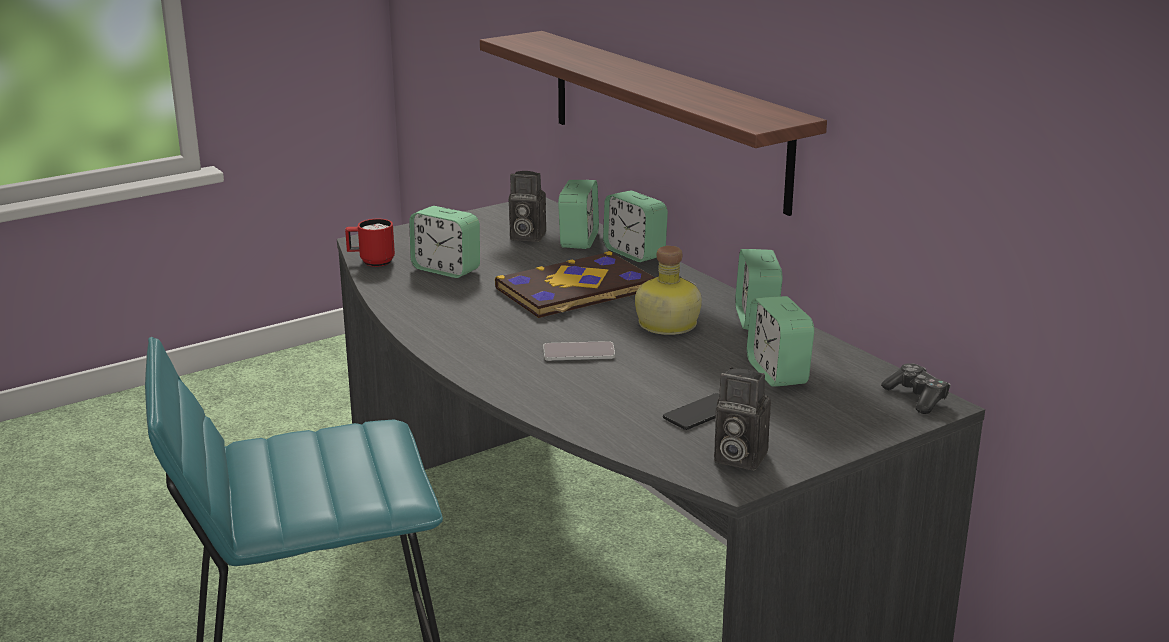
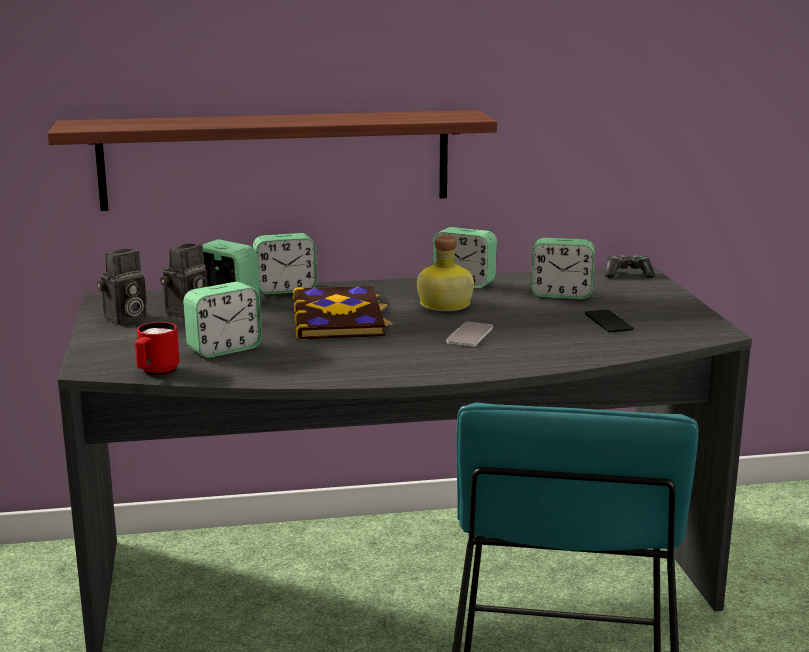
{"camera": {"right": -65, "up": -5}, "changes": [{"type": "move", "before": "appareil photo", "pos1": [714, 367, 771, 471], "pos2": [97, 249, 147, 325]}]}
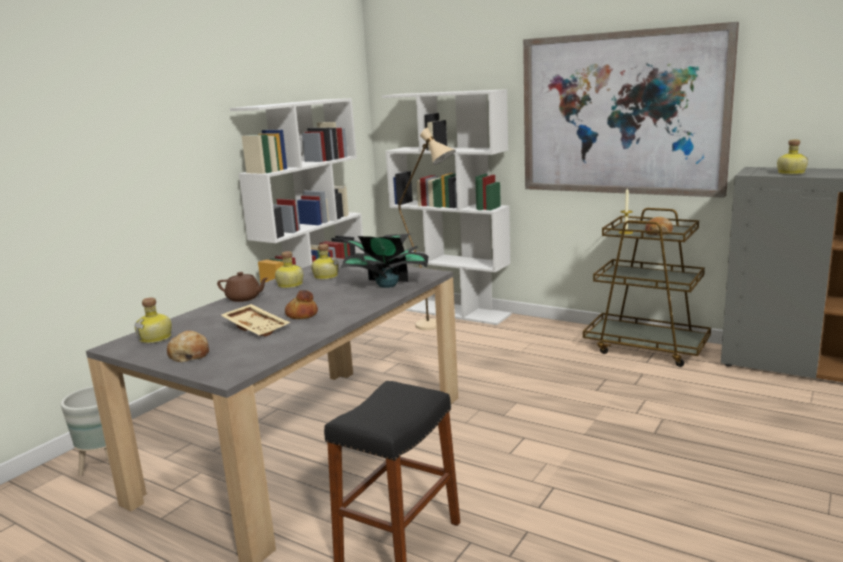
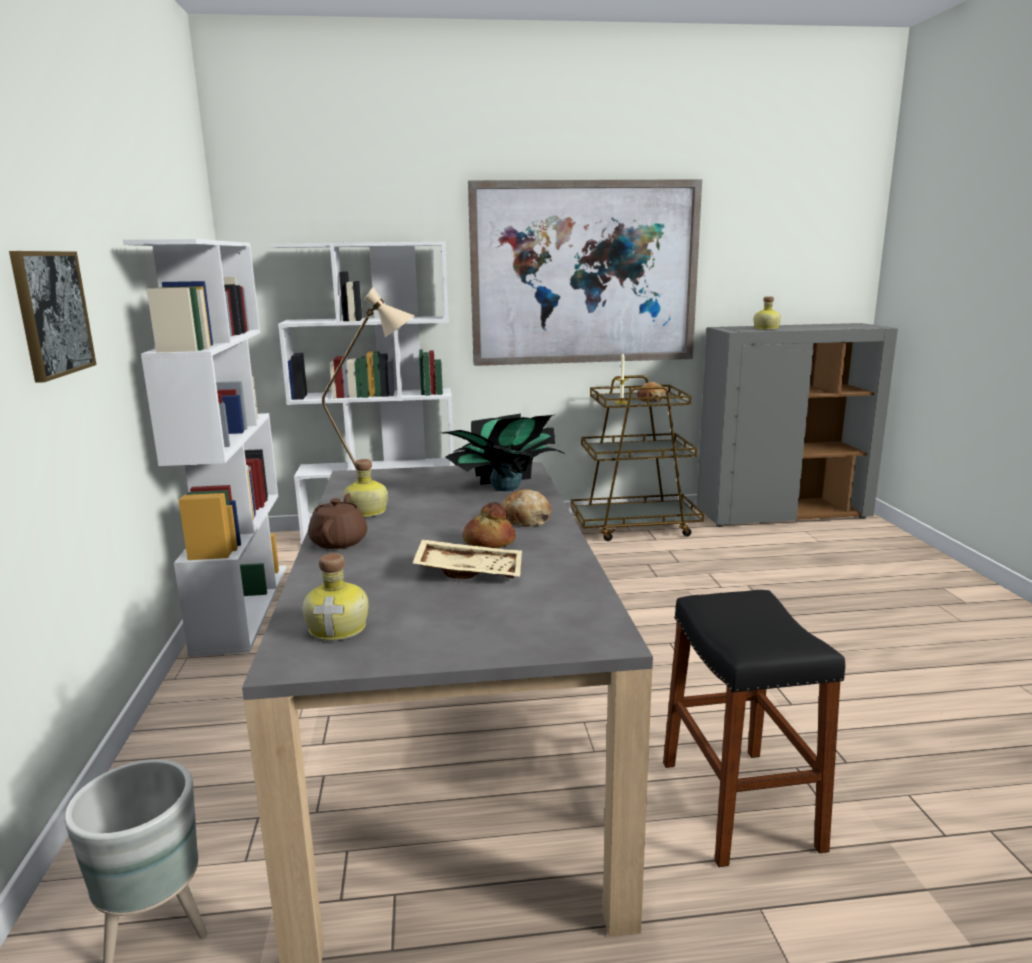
{"camera": {"right": -40, "up": 0}, "changes": [{"type": "insert", "after": "tableau", "pos2": [9, 251, 96, 383]}, {"type": "rotate", "before": "théière [marron]", "pos1": [217, 272, 268, 302], "pos2": [308, 493, 368, 549], "turn": -60}, {"type": "move", "before": "pain", "pos1": [167, 331, 209, 362], "pos2": [502, 489, 552, 527]}, {"type": "delete", "before": "bouteille", "pos1": [311, 244, 339, 280]}]}
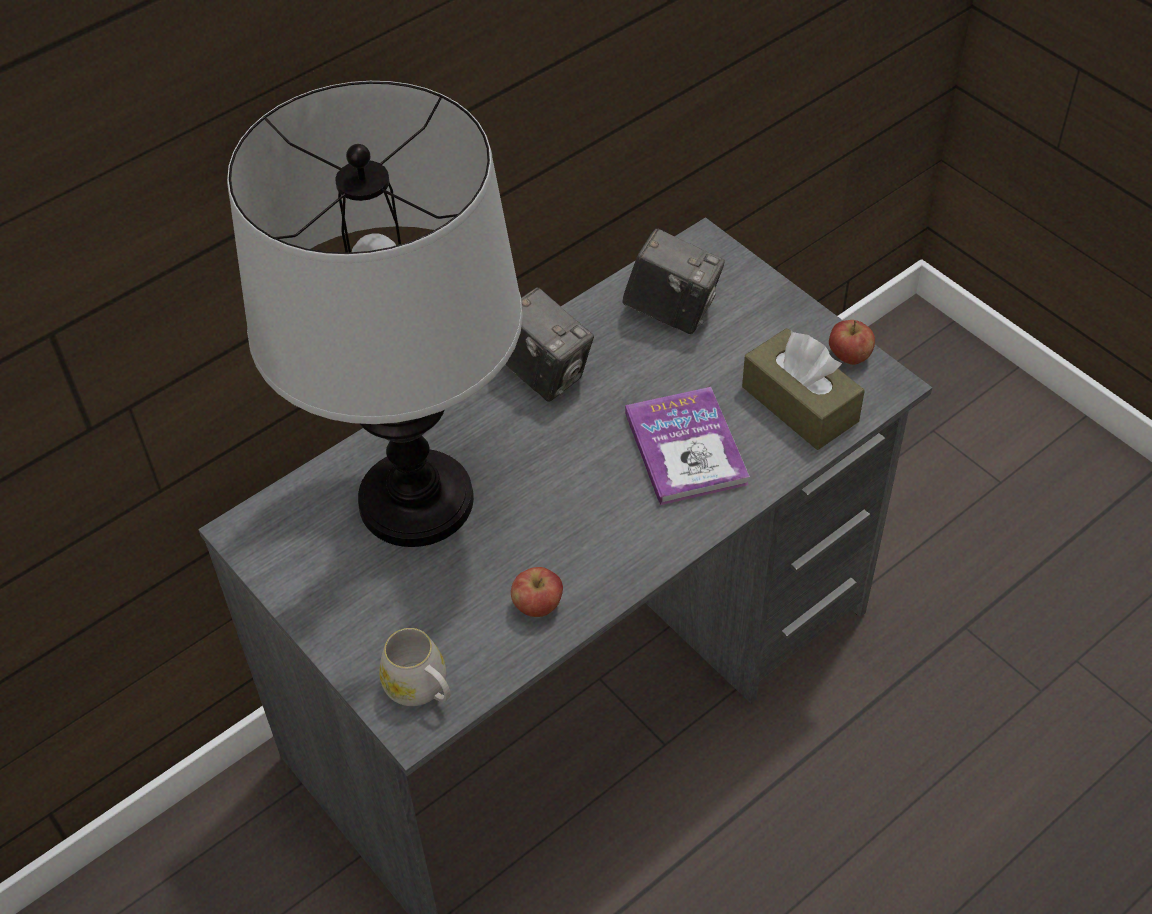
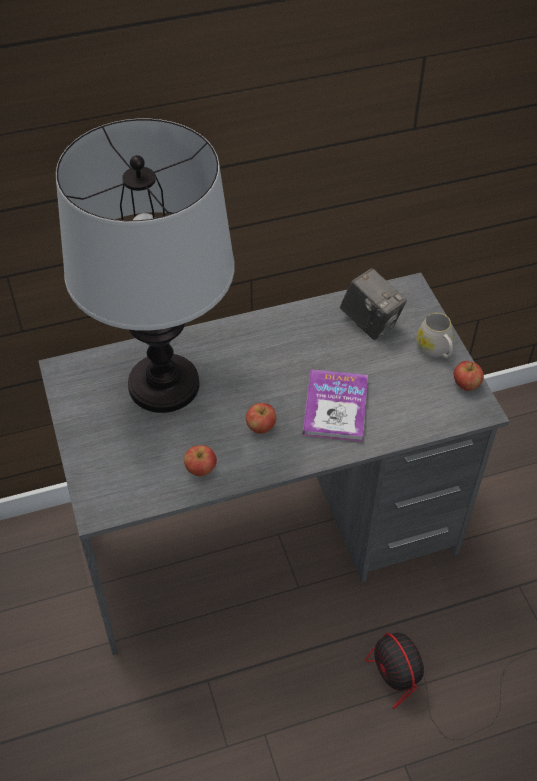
{"camera": {"right": 20, "up": 0}, "changes": [{"type": "insert", "after": "pomme", "pos2": [246, 403, 276, 434]}, {"type": "insert", "after": "ventilateur", "pos2": [366, 633, 526, 740]}, {"type": "move", "before": "mug [blanc]", "pos1": [379, 628, 450, 706], "pos2": [416, 313, 453, 358]}, {"type": "delete", "before": "appareil photo", "pos1": [505, 287, 594, 402]}, {"type": "delete", "before": "boîte à mouchoirs [marron]", "pos1": [742, 328, 865, 450]}]}
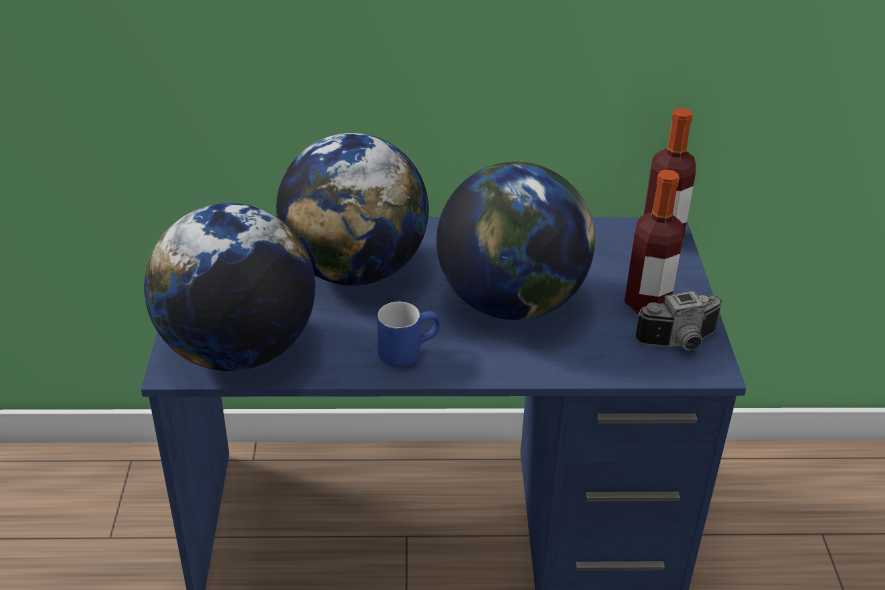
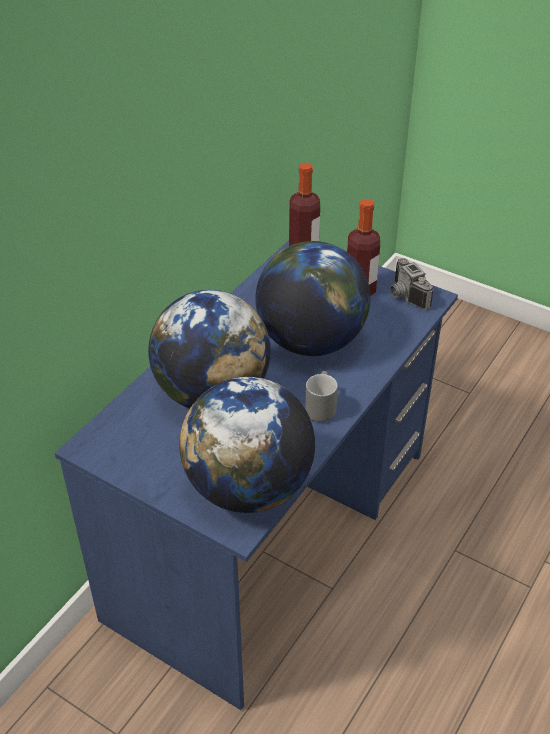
{"camera": {"right": -55, "up": 5}, "changes": [{"type": "recolor", "before": "mug [bleu]", "after": "mug [gris]", "pos1": [377, 302, 440, 367], "pos2": [305, 371, 338, 422]}, {"type": "rotate", "before": "appareil photo", "pos1": [635, 291, 723, 350], "pos2": [391, 258, 434, 310], "turn": 135}]}
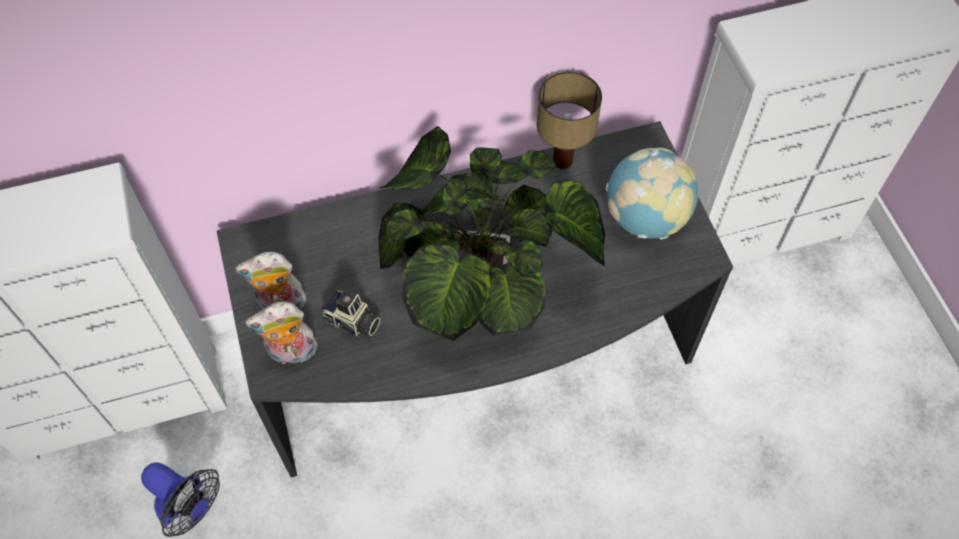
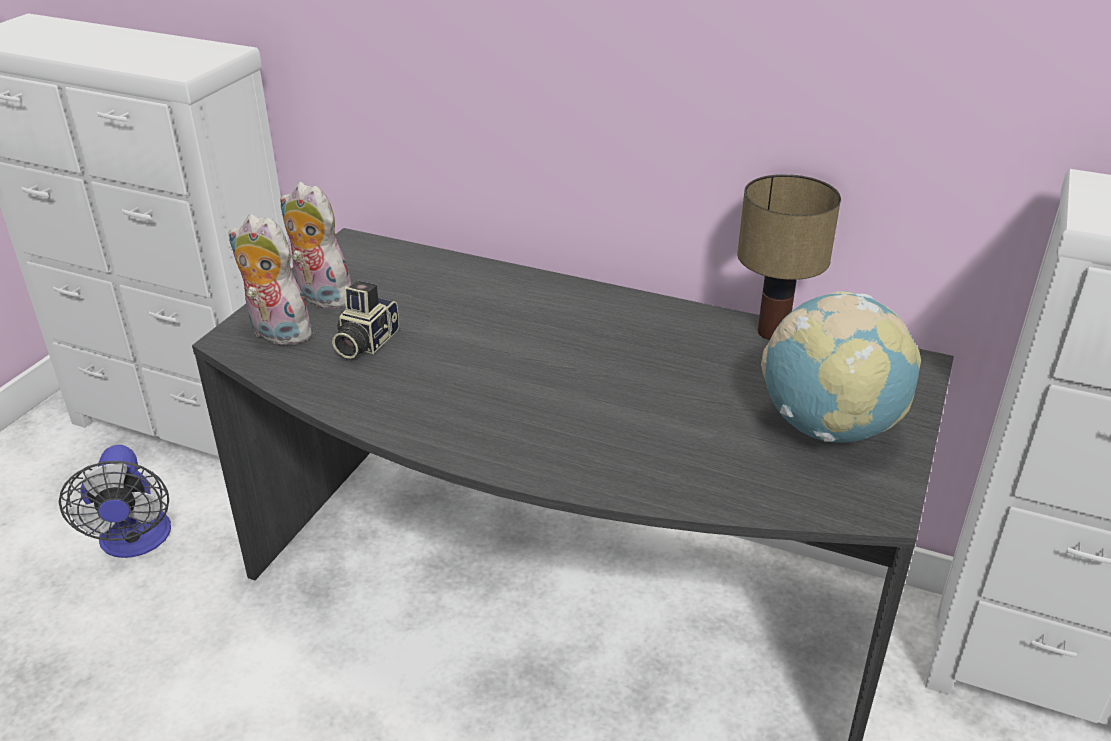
{"camera": {"right": 40, "up": -25}, "changes": [{"type": "rotate", "before": "appareil photo", "pos1": [322, 290, 380, 336], "pos2": [332, 281, 399, 359], "turn": 45}, {"type": "delete", "before": "plante en pot", "pos1": [379, 126, 605, 341]}]}
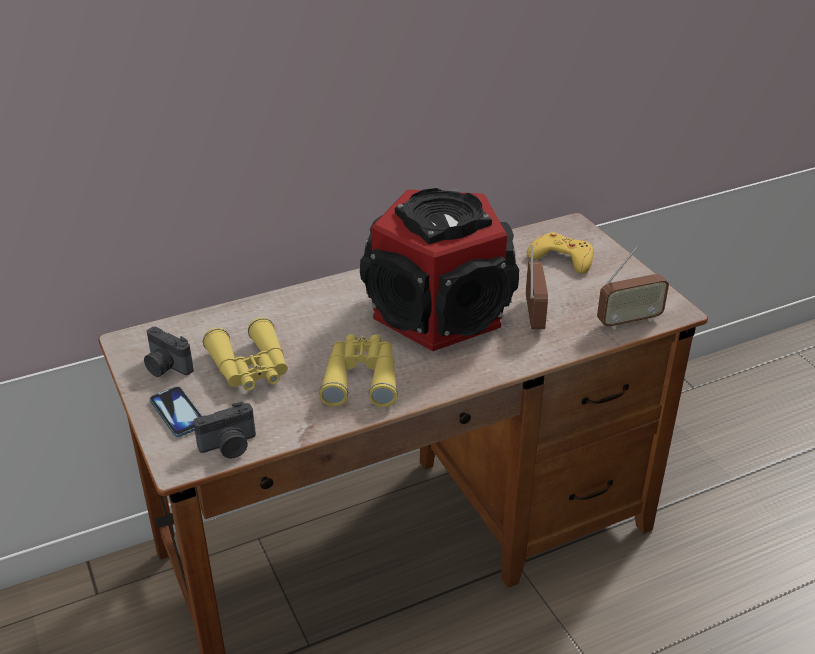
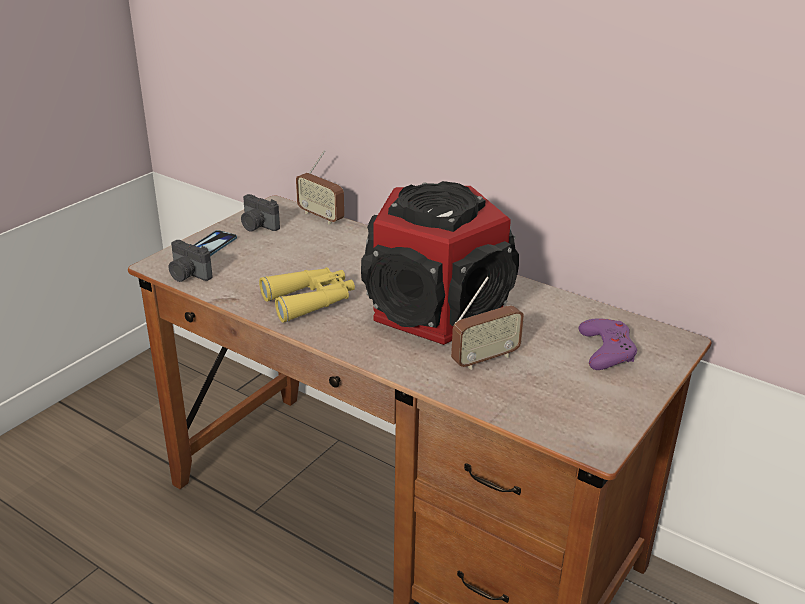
{"camera": {"right": 60, "up": -5}, "changes": [{"type": "rotate", "before": "appareil photo", "pos1": [144, 327, 194, 377], "pos2": [241, 194, 280, 232], "turn": -60}, {"type": "move", "before": "radio", "pos1": [597, 246, 669, 330], "pos2": [296, 150, 344, 225]}, {"type": "recolor", "before": "manette [jaune]", "after": "manette [violet]", "pos1": [527, 232, 593, 274], "pos2": [579, 318, 637, 370]}, {"type": "delete", "before": "jumelles [jaune]", "pos1": [203, 317, 288, 391]}]}
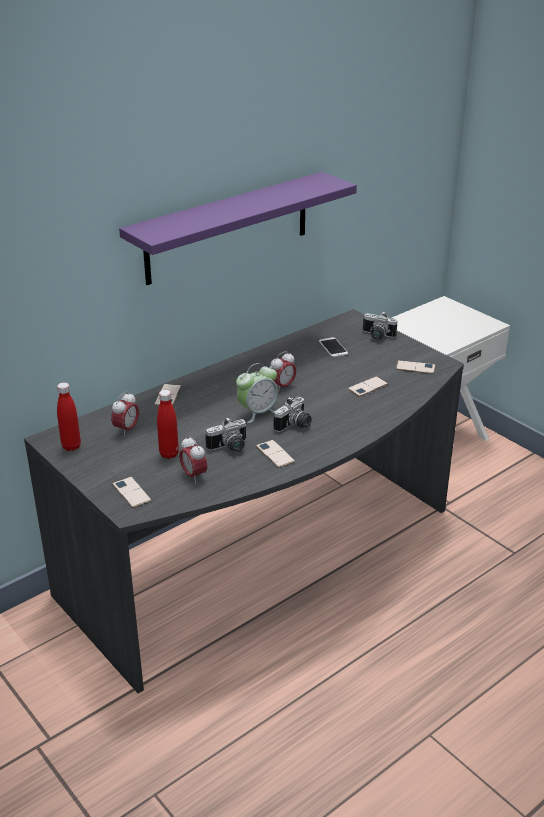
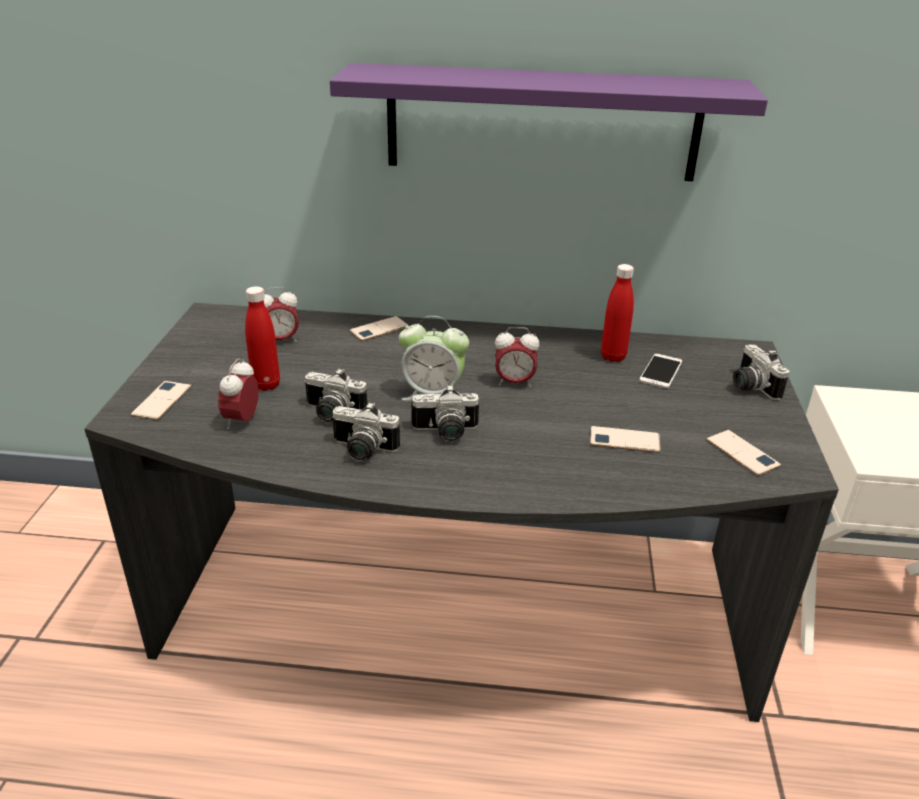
{"camera": {"right": 45, "up": 0}, "changes": [{"type": "replace", "before": "téléphone", "after": "appareil photo", "pos1": [256, 440, 295, 468], "pos2": [332, 402, 400, 461]}, {"type": "move", "before": "bouteille [rouge]", "pos1": [57, 382, 81, 451], "pos2": [601, 264, 634, 362]}]}
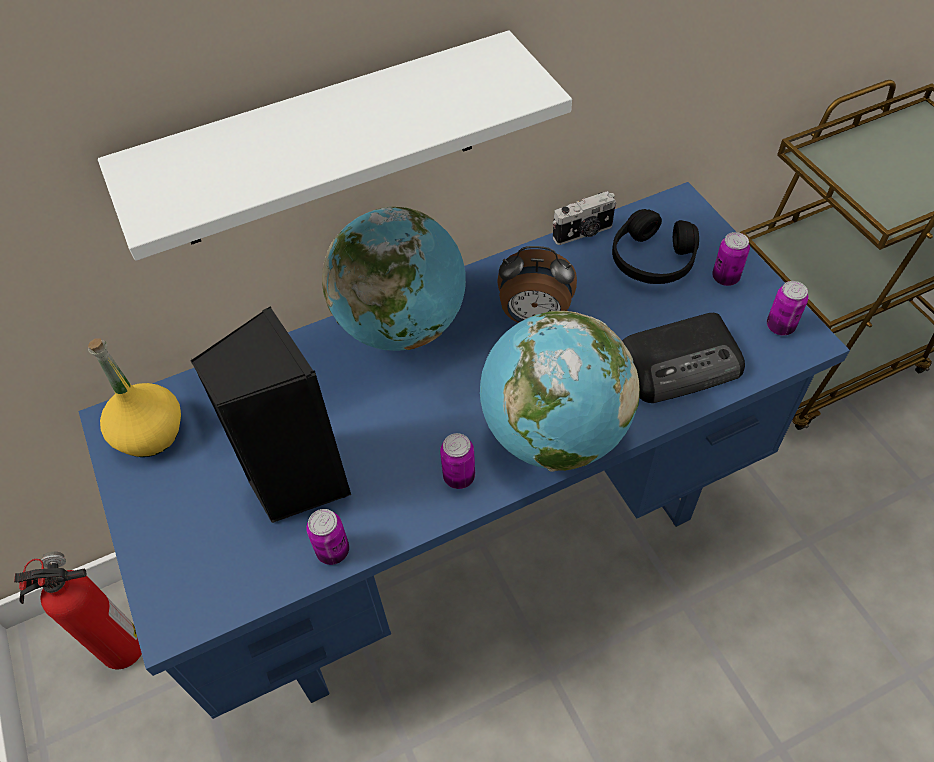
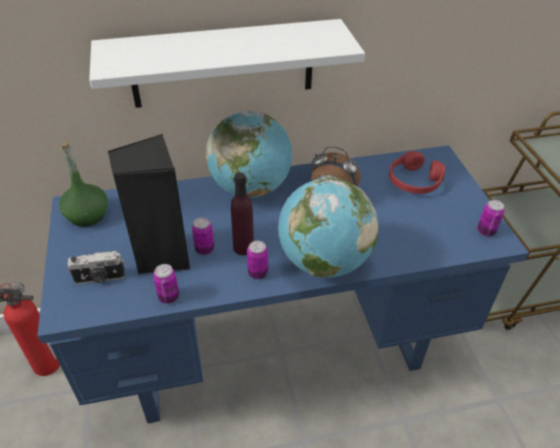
{"camera": {"right": 10, "up": -10}, "changes": [{"type": "recolor", "before": "bouteille [jaune]", "after": "bouteille [vert]", "pos1": [88, 338, 181, 457], "pos2": [59, 142, 108, 227]}, {"type": "move", "before": "appareil photo", "pos1": [553, 191, 616, 245], "pos2": [67, 251, 125, 284]}, {"type": "move", "before": "boîte métallique", "pos1": [712, 232, 750, 286], "pos2": [192, 217, 214, 255]}, {"type": "insert", "after": "bouteille [violet]", "pos2": [231, 172, 254, 255]}, {"type": "recolor", "before": "casque audio [noir]", "after": "casque audio [rouge]", "pos1": [612, 209, 699, 284], "pos2": [389, 151, 445, 194]}, {"type": "delete", "before": "radio", "pos1": [622, 313, 745, 403]}]}
